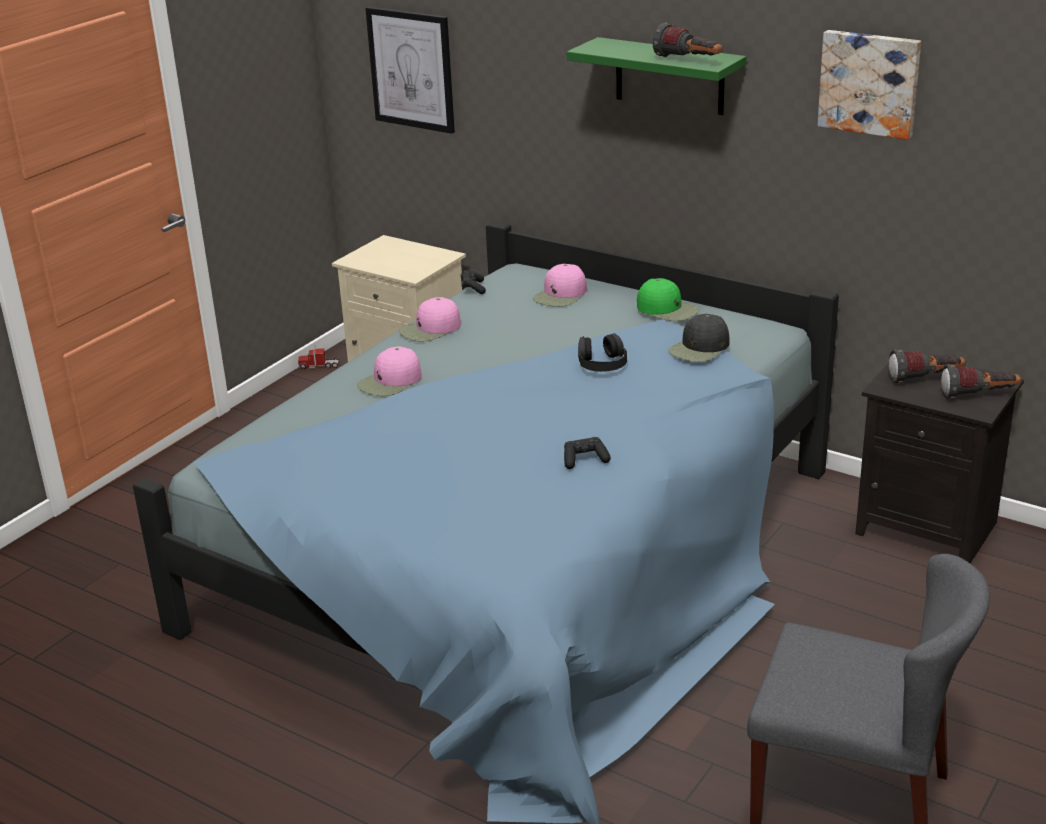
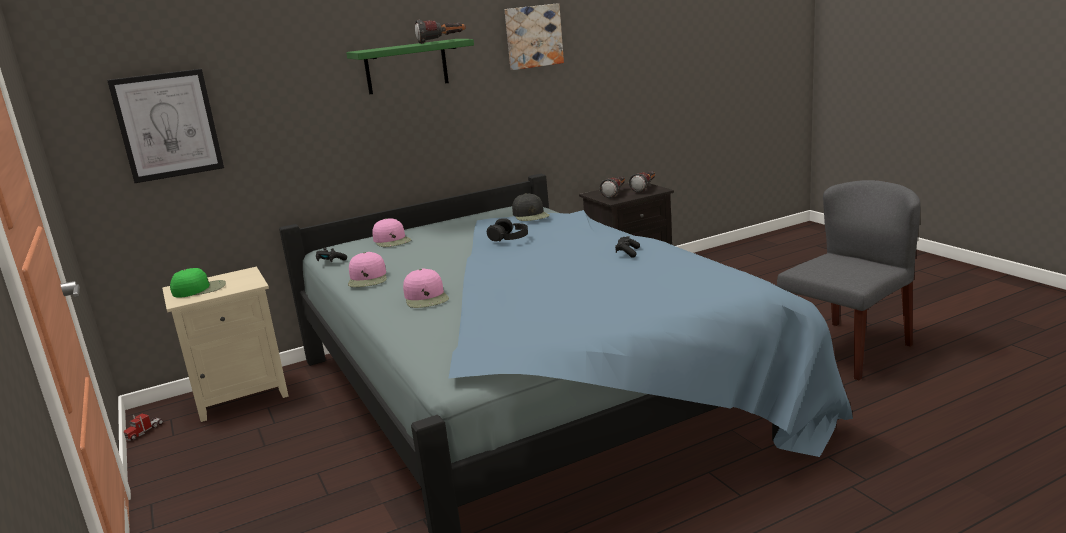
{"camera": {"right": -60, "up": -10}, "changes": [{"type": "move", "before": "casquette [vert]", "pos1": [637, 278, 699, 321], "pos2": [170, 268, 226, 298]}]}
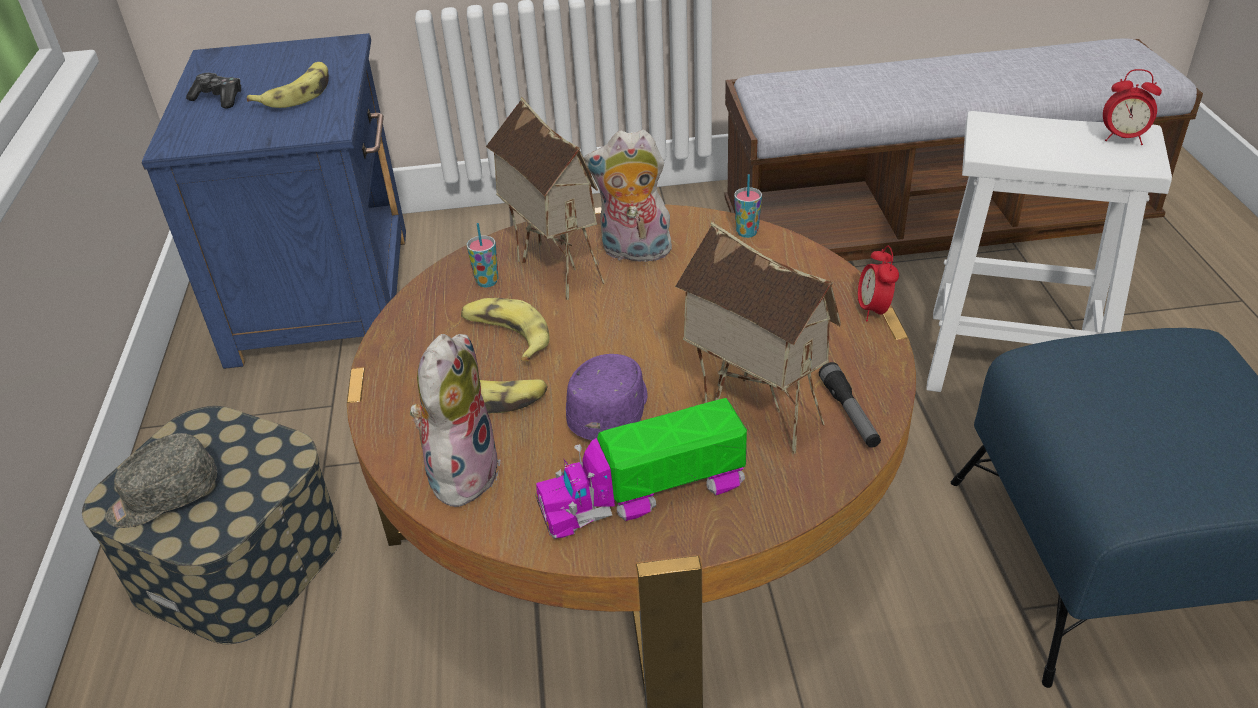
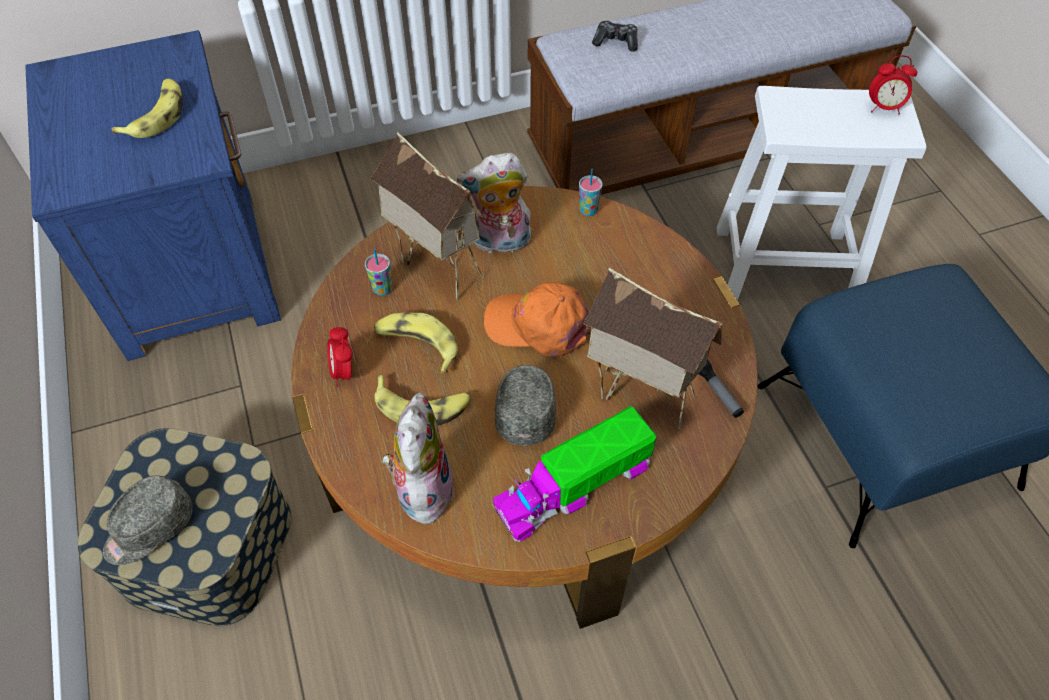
{"camera": {"right": -15, "up": 15}, "changes": [{"type": "move", "before": "réveil", "pos1": [858, 246, 899, 322], "pos2": [327, 327, 353, 386]}, {"type": "insert", "after": "casquette [orange]", "pos2": [484, 282, 591, 357]}, {"type": "recolor", "before": "casquette [violet]", "after": "casquette [gris]", "pos1": [566, 354, 648, 440], "pos2": [495, 365, 556, 446]}, {"type": "move", "before": "manette", "pos1": [186, 73, 241, 109], "pos2": [592, 20, 638, 52]}]}
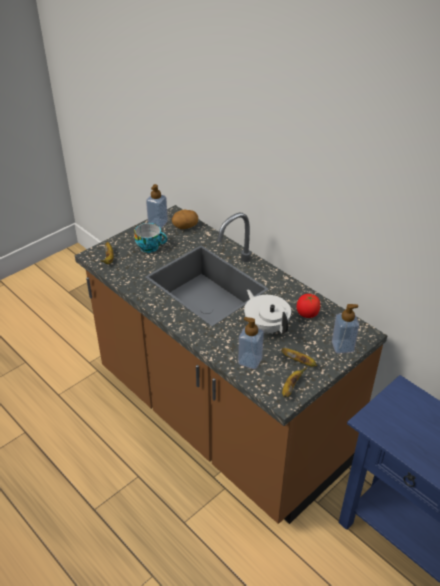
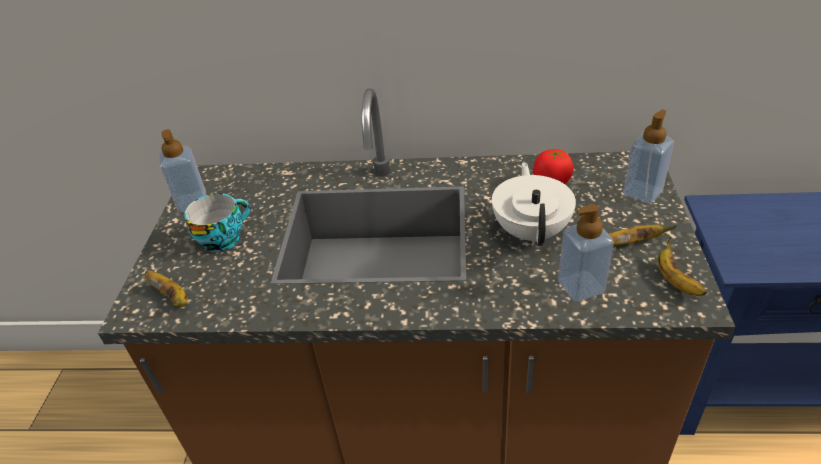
{"camera": {"right": -40, "up": 0}, "changes": [{"type": "rotate", "before": "théière [blanc]", "pos1": [244, 290, 291, 334], "pos2": [492, 162, 576, 246], "turn": 75}, {"type": "delete", "before": "pomme de terre", "pos1": [172, 209, 198, 229]}]}
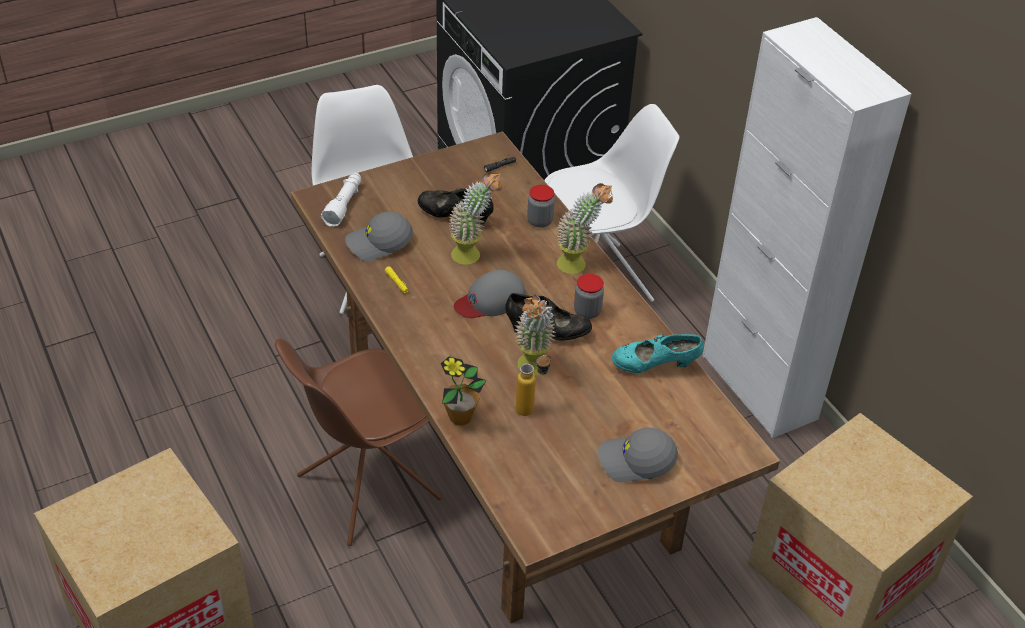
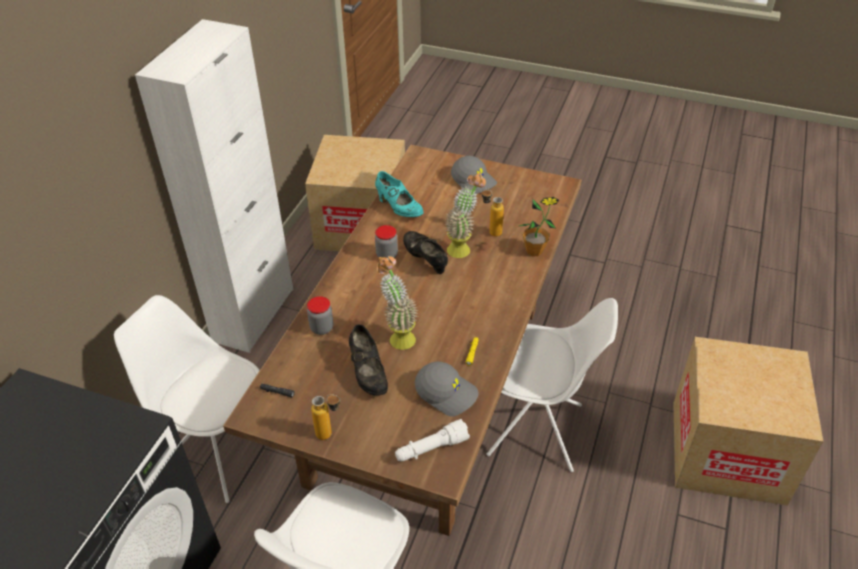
{"camera": {"right": -130, "up": 0}, "changes": [{"type": "insert", "after": "bouteille", "pos2": [311, 394, 340, 440]}, {"type": "recolor", "before": "chaise [marron]", "after": "chaise [blanc]", "pos1": [275, 339, 442, 546], "pos2": [486, 298, 618, 472]}, {"type": "delete", "before": "casquette [gris]", "pos1": [454, 270, 525, 318]}, {"type": "delete", "before": "plante en pot", "pos1": [557, 183, 613, 274]}]}
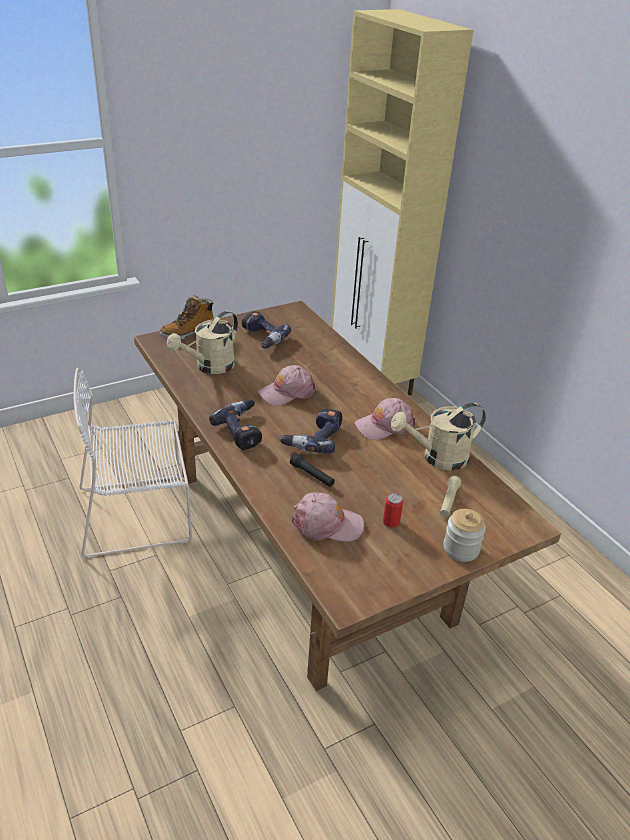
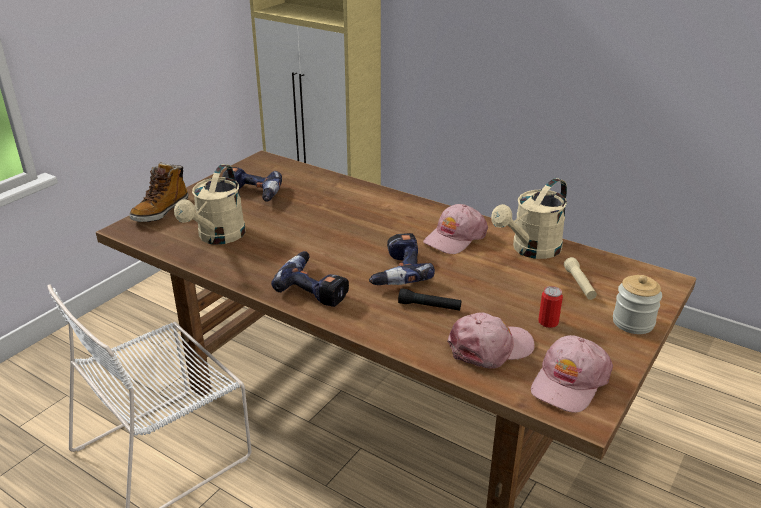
{"camera": {"right": -25, "up": -5}, "changes": [{"type": "move", "before": "casquette [rose]", "pos1": [258, 365, 317, 406], "pos2": [531, 335, 613, 413]}]}
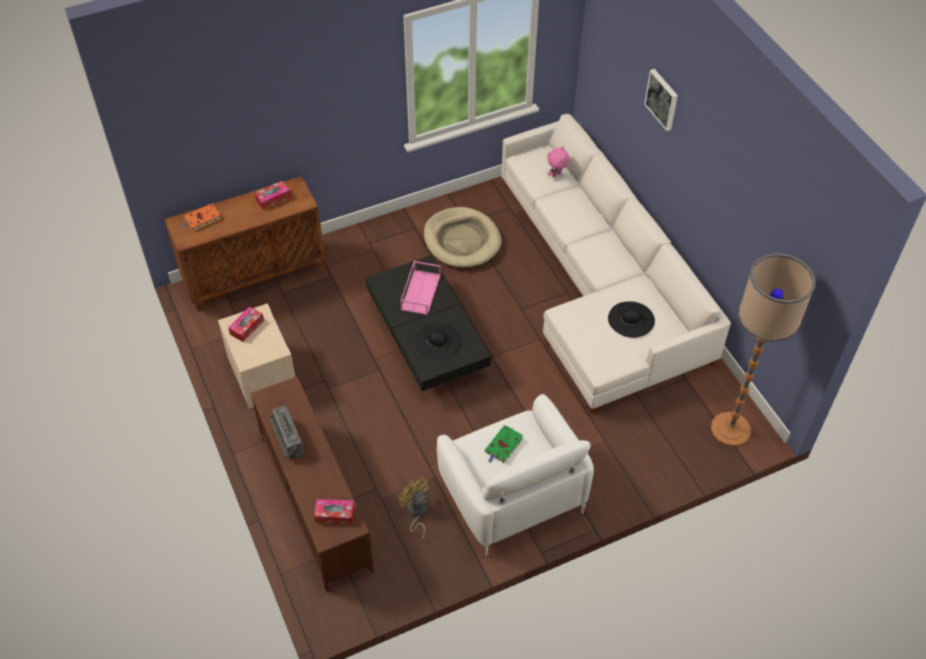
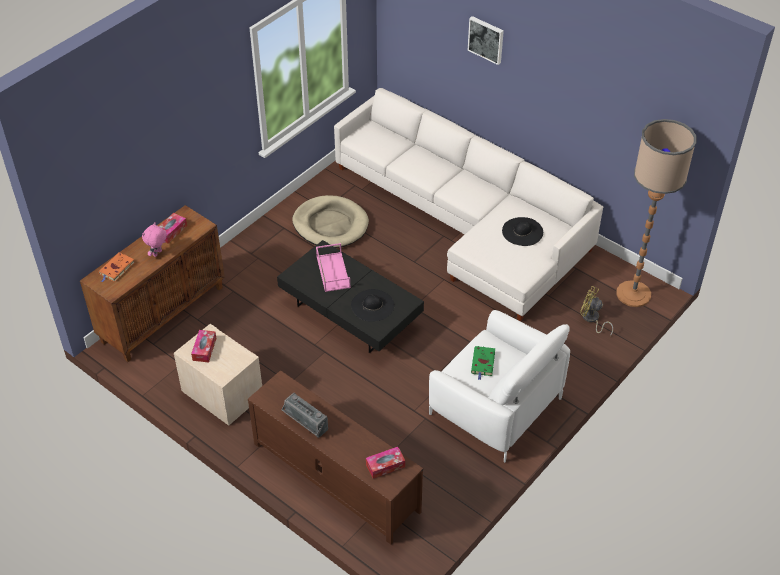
{"camera": {"right": -25, "up": -5}, "changes": [{"type": "move", "before": "peluche [rose]", "pos1": [547, 146, 570, 178], "pos2": [142, 222, 167, 257]}, {"type": "move", "before": "ventilateur [jaune]", "pos1": [399, 477, 430, 540], "pos2": [580, 286, 613, 336]}]}
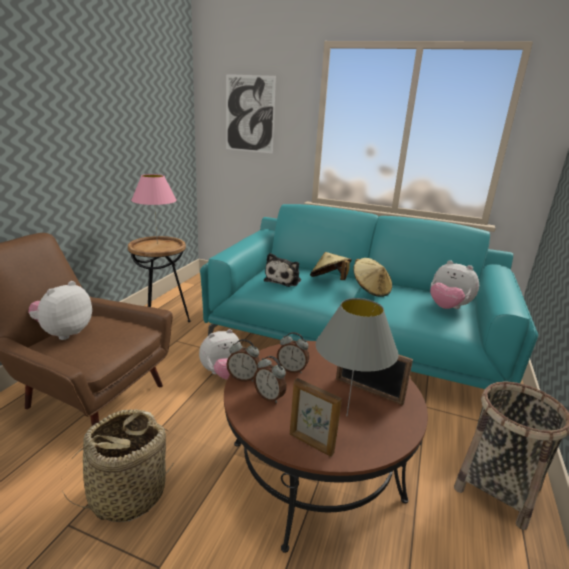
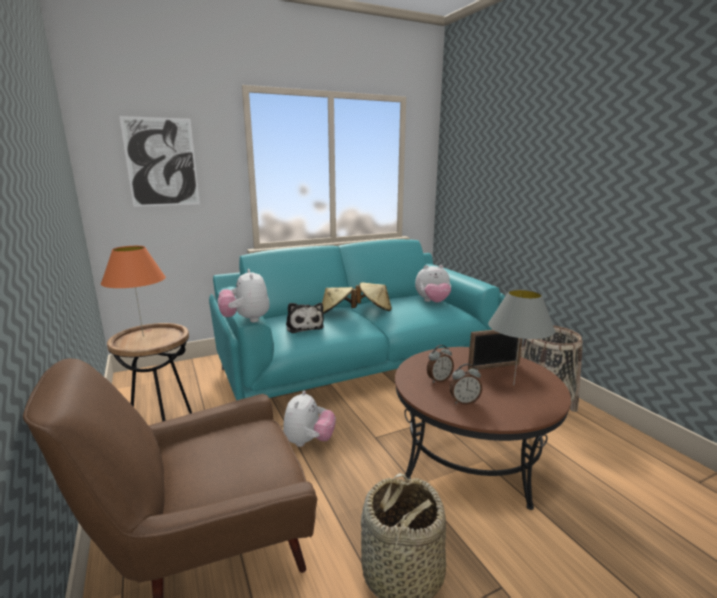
{"camera": {"right": -45, "up": -5}, "changes": [{"type": "recolor", "before": "lampe de table [rose]", "after": "lampe de table [orange]", "pos1": [131, 174, 177, 244], "pos2": [101, 246, 166, 337]}, {"type": "move", "before": "peluche", "pos1": [28, 281, 92, 340], "pos2": [218, 269, 270, 322]}, {"type": "delete", "before": "réveil", "pos1": [226, 339, 260, 382]}, {"type": "delete", "before": "cadre photo", "pos1": [290, 378, 342, 457]}]}
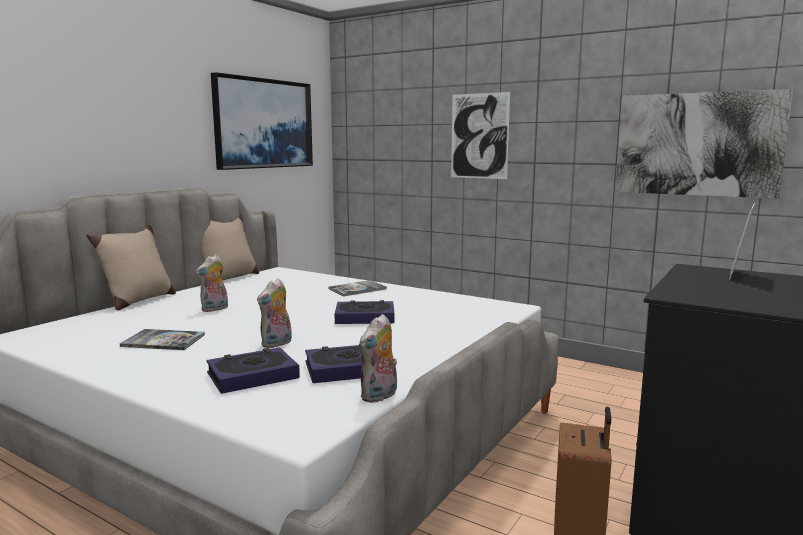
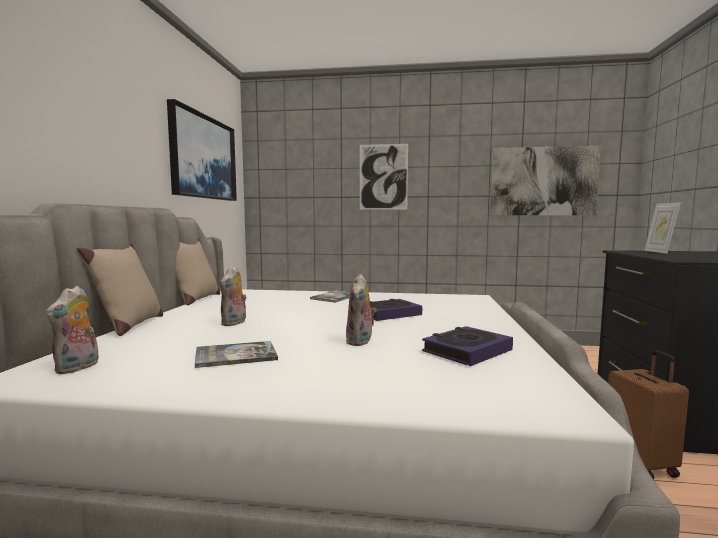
{"camera": {"right": -25, "up": -5}, "changes": [{"type": "move", "before": "peluche", "pos1": [360, 314, 397, 403], "pos2": [46, 286, 99, 374]}, {"type": "delete", "before": "livre", "pos1": [206, 347, 300, 394]}]}
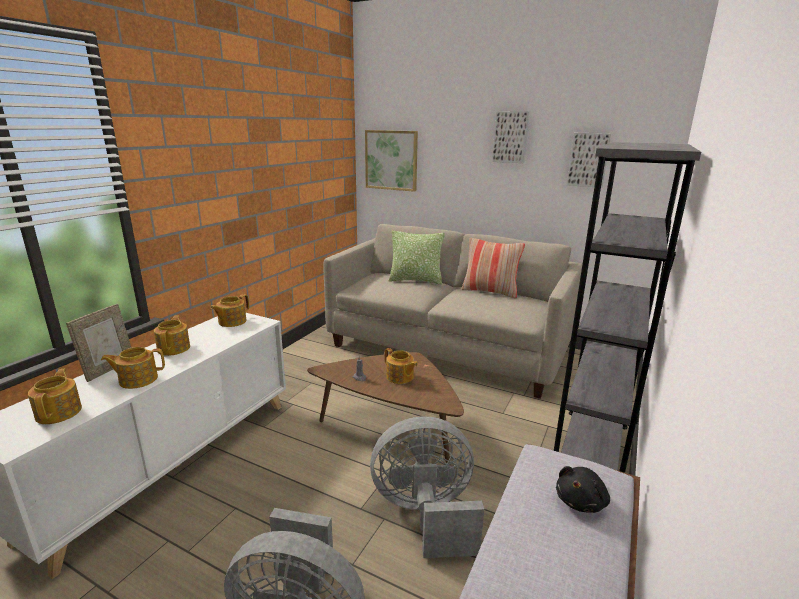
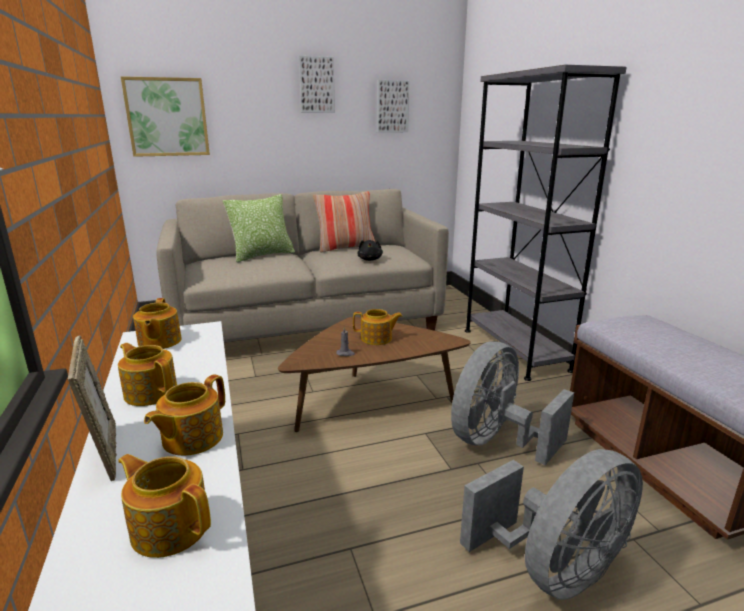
{"camera": {"right": -45, "up": 0}, "changes": [{"type": "move", "before": "peluche [noir]", "pos1": [556, 466, 610, 513], "pos2": [357, 240, 383, 261]}]}
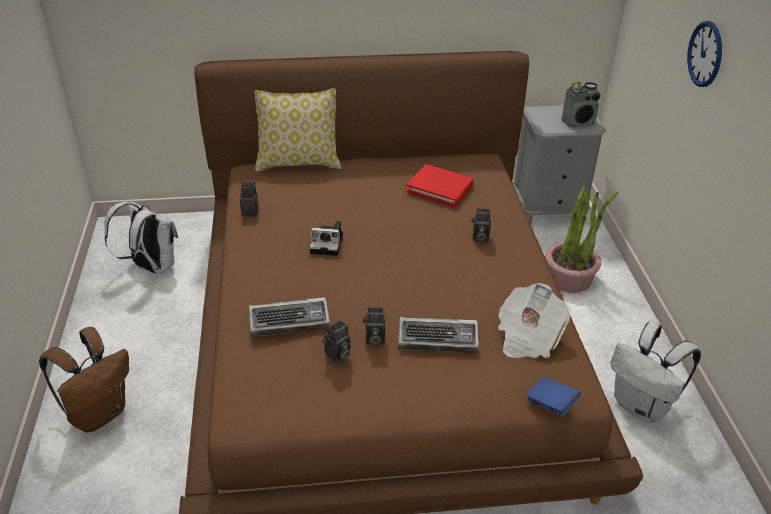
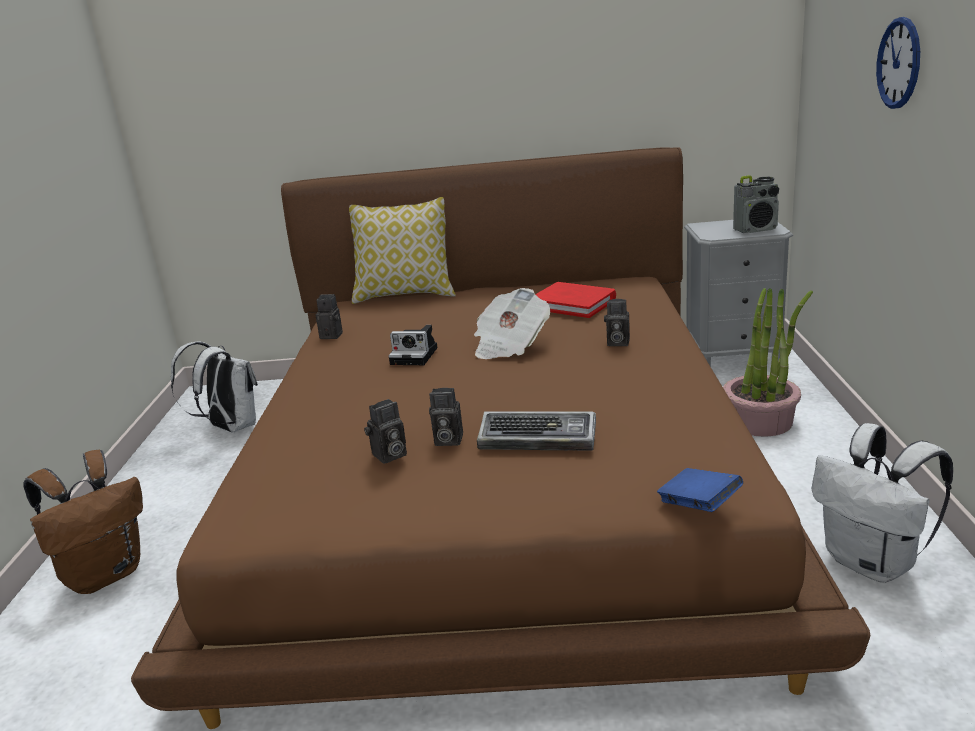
{"camera": {"right": 10, "up": -15}, "changes": [{"type": "move", "before": "journal", "pos1": [498, 283, 570, 358], "pos2": [474, 288, 550, 359]}, {"type": "delete", "before": "clavier", "pos1": [249, 297, 330, 337]}]}
